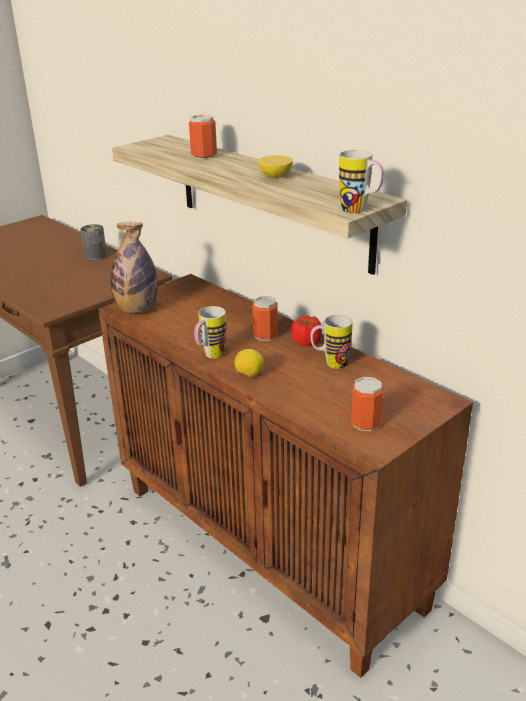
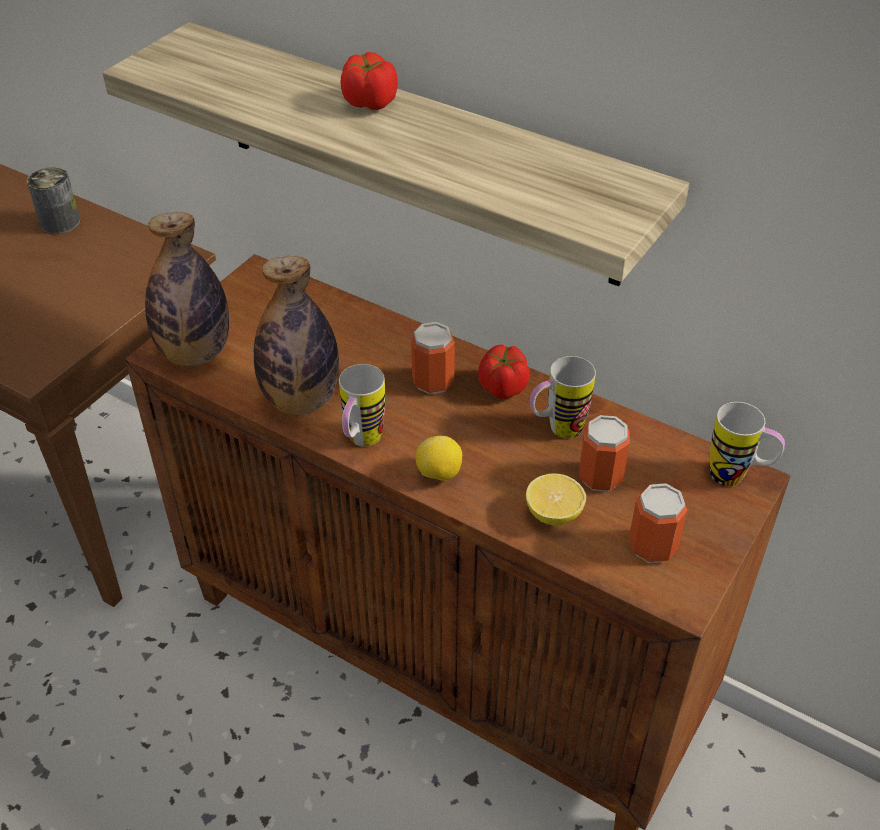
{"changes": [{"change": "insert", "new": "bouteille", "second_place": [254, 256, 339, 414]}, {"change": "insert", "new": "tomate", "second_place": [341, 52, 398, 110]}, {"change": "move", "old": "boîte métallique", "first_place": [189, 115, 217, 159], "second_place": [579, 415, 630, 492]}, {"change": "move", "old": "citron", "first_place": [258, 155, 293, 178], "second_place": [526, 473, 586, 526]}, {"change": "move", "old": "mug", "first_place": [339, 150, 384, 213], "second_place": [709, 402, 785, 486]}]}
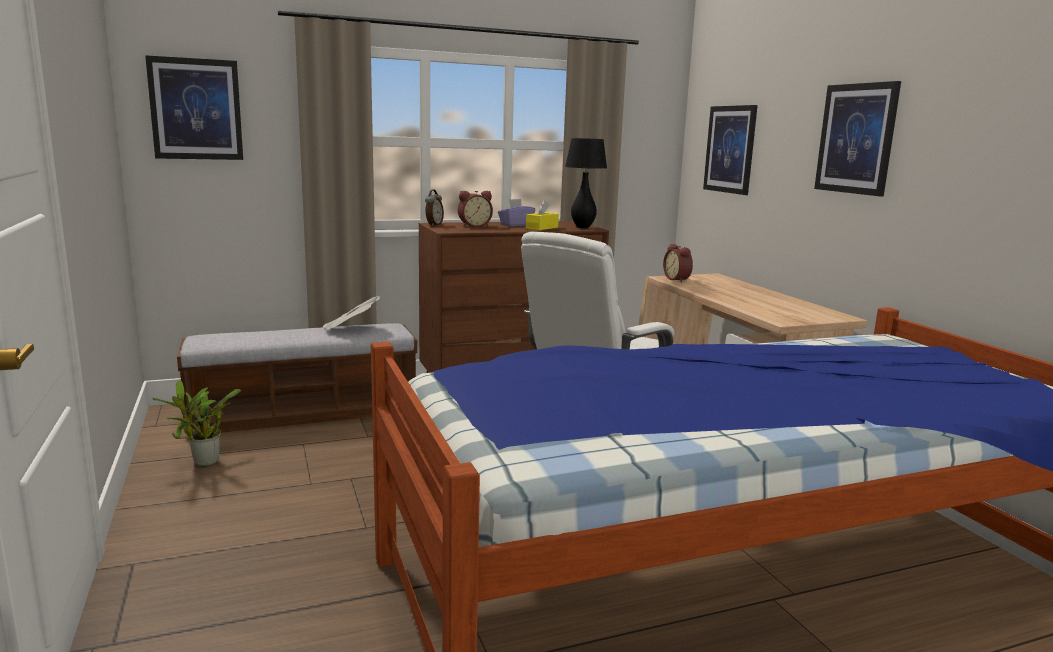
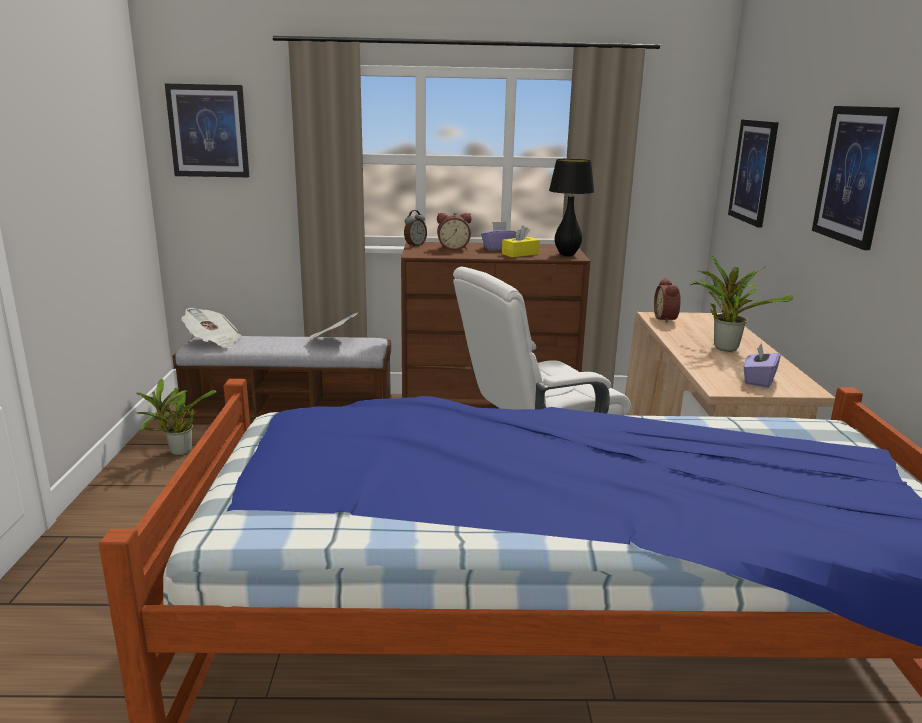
{"changes": [{"change": "insert", "new": "journal", "second_place": [182, 308, 242, 348]}, {"change": "insert", "new": "plante en pot", "second_place": [690, 256, 793, 352]}, {"change": "insert", "new": "boîte à mouchoirs/violet", "second_place": [743, 343, 781, 388]}]}
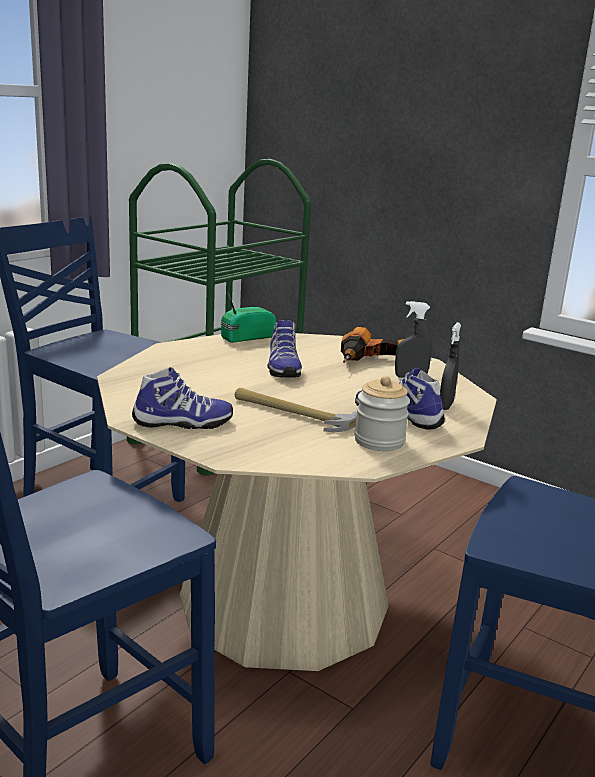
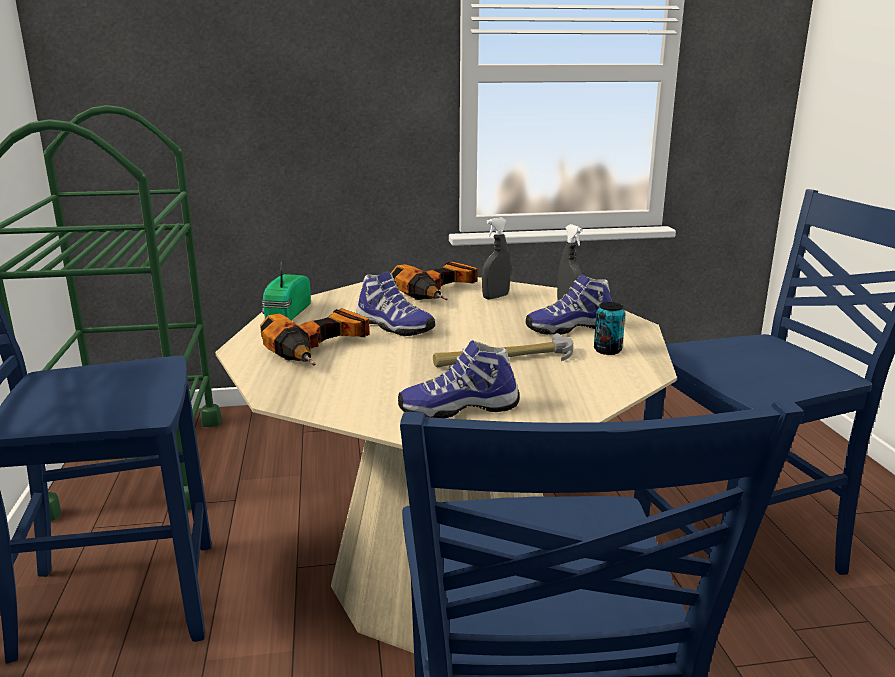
{"changes": [{"change": "insert", "new": "perceuse", "second_place": [260, 308, 370, 365]}, {"change": "replace", "old": "bocal", "new": "boîte métallique", "first_place": [354, 376, 410, 451], "second_place": [594, 302, 625, 355]}, {"change": "rotate", "old": "chaussure", "first_place": [132, 367, 233, 429], "second_place": [398, 340, 520, 418], "degrees": -135}]}
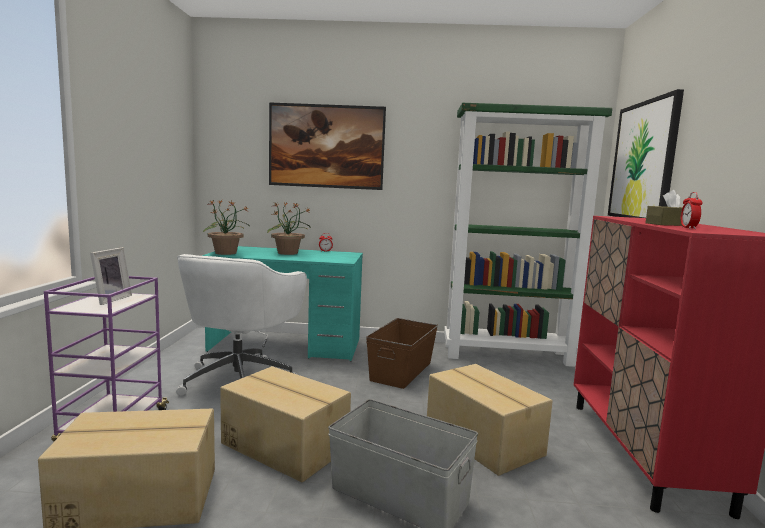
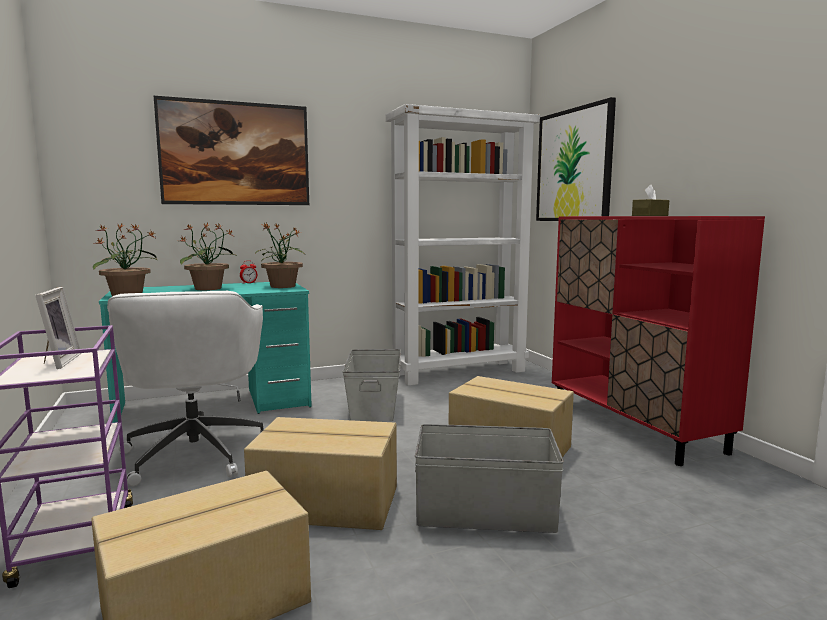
{"changes": [{"change": "delete", "old": "réveil", "first_place": [681, 192, 702, 229]}, {"change": "insert", "new": "plante en pot", "second_place": [255, 223, 306, 288]}, {"change": "recolor", "old": "boîte de rangement/marron", "new": "boîte de rangement/gris", "first_place": [366, 318, 438, 389], "second_place": [342, 349, 401, 422]}, {"change": "recolor", "old": "bibliothèque/vert", "new": "bibliothèque/blanc", "first_place": [444, 103, 612, 367], "second_place": [386, 104, 540, 386]}]}
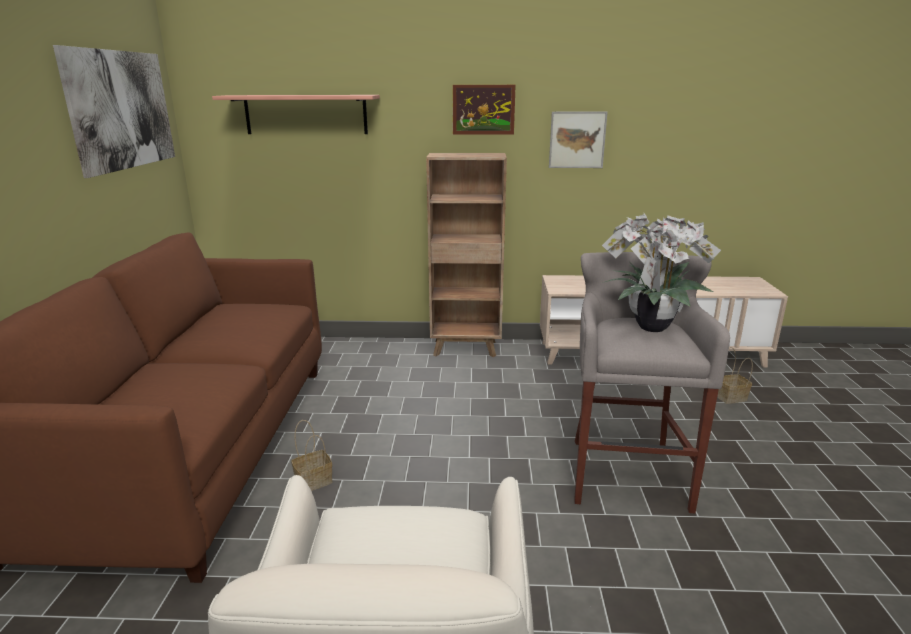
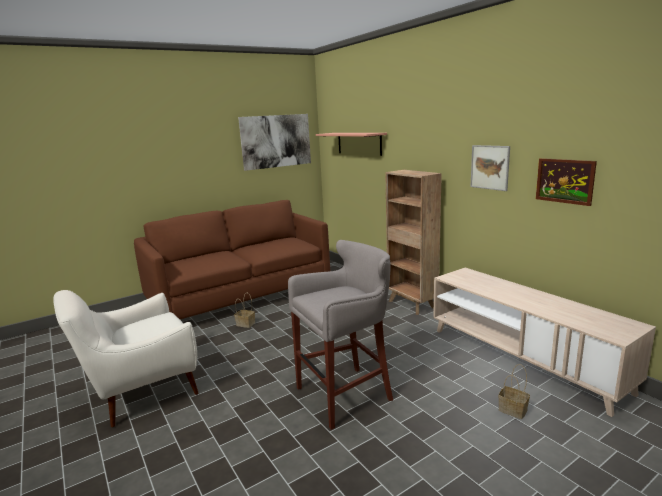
{"changes": [{"change": "delete", "old": "plante en pot", "first_place": [602, 213, 721, 332]}, {"change": "move", "old": "tableau", "first_place": [453, 85, 516, 135], "second_place": [536, 158, 597, 206]}]}
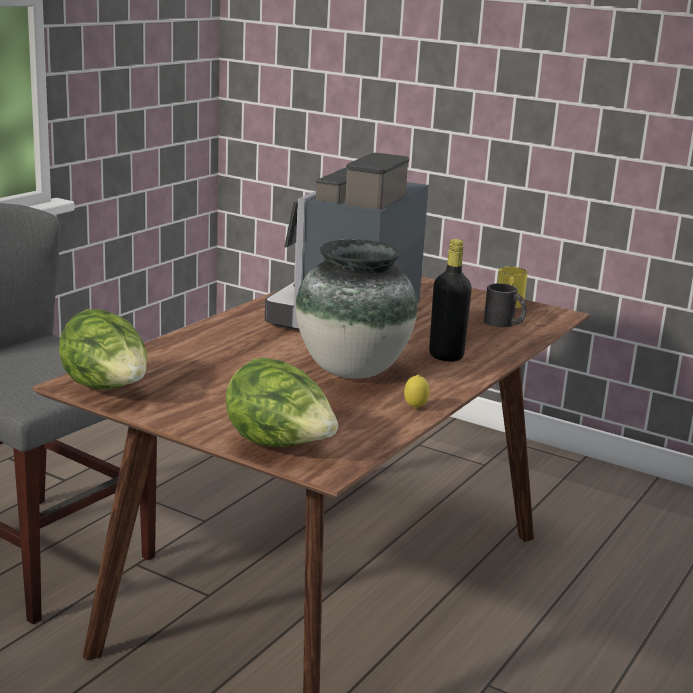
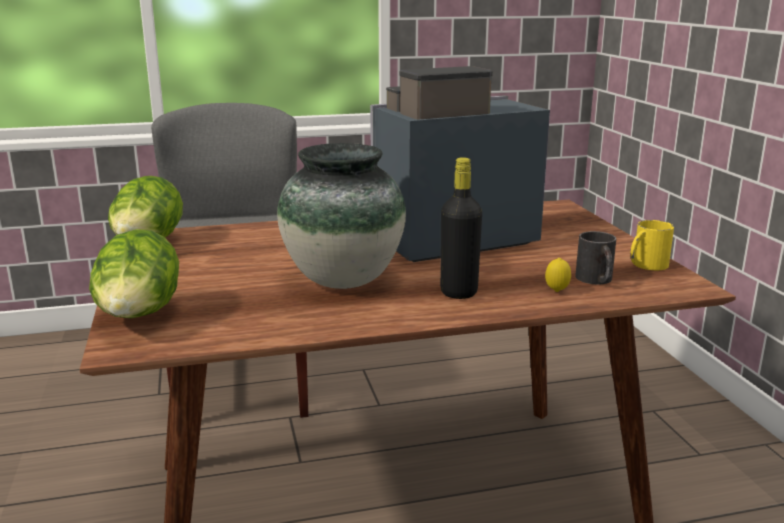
{"changes": [{"change": "move", "old": "citron", "first_place": [404, 375, 429, 409], "second_place": [545, 258, 571, 292]}]}
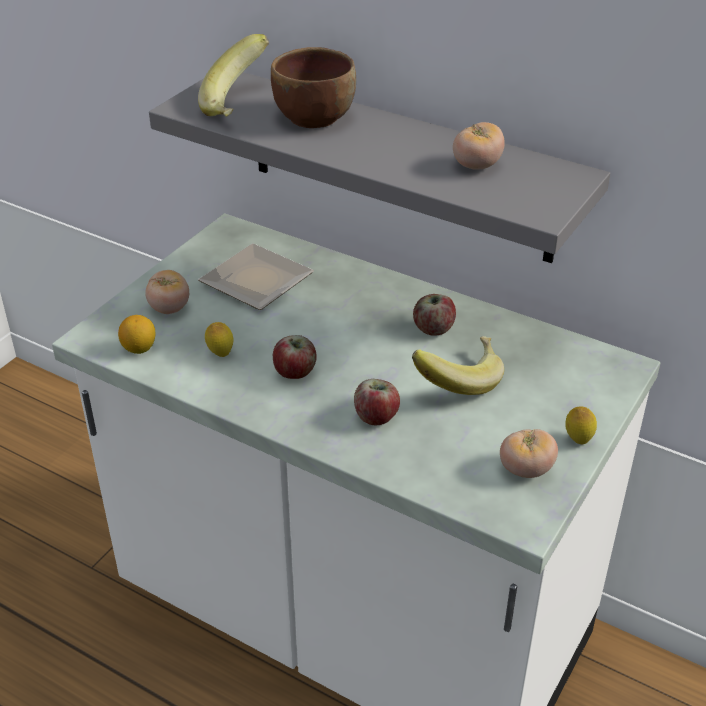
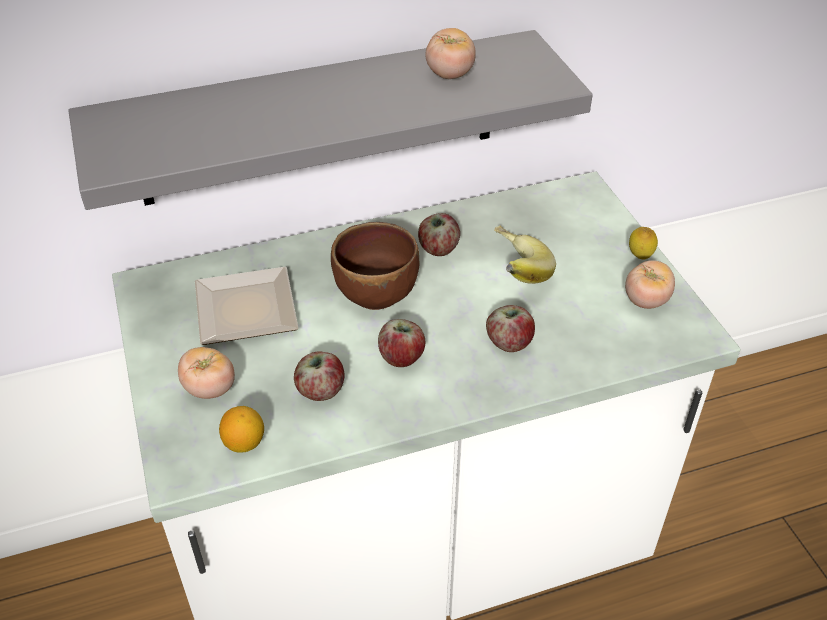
{"changes": [{"change": "delete", "old": "banane", "first_place": [198, 34, 269, 117]}, {"change": "move", "old": "bol/marron", "first_place": [271, 47, 356, 128], "second_place": [331, 222, 419, 310]}, {"change": "replace", "old": "citron", "new": "pomme", "first_place": [205, 322, 233, 357], "second_place": [294, 352, 344, 401]}]}
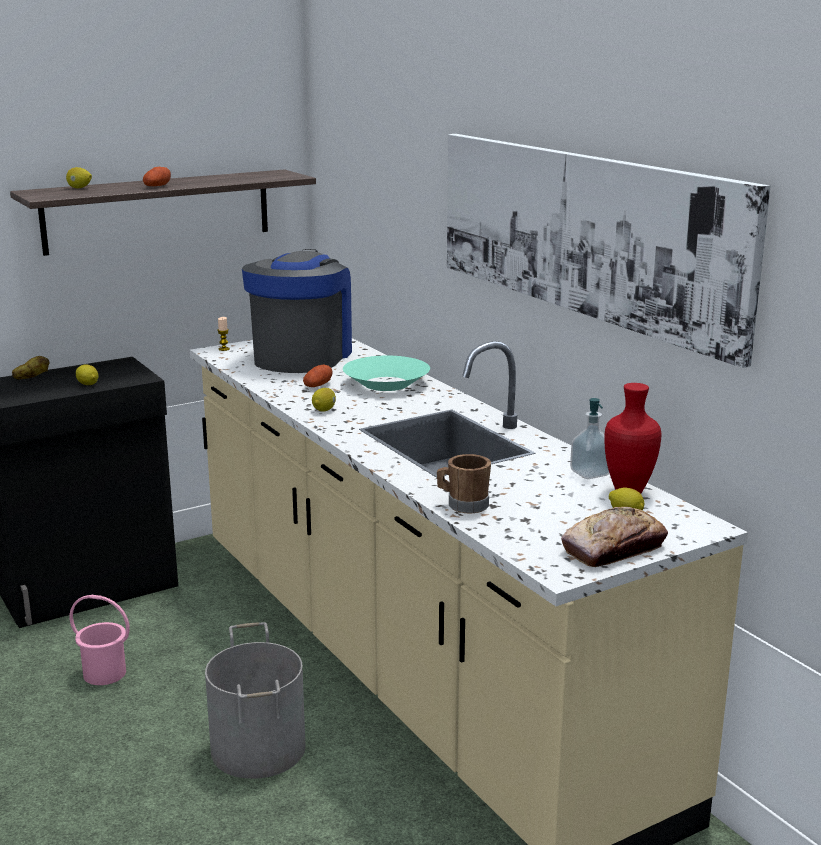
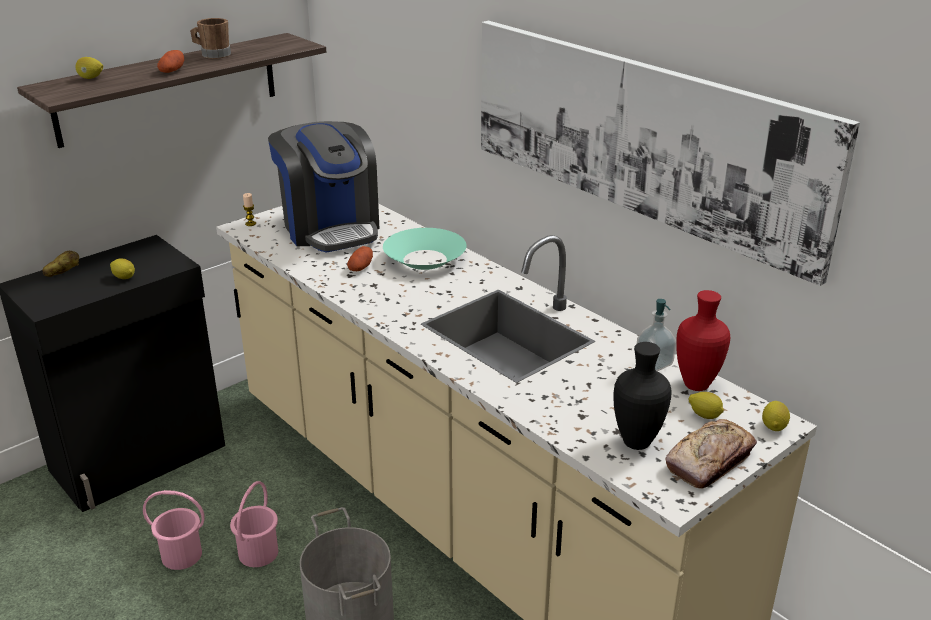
{"changes": [{"change": "insert", "new": "seau/rose", "second_place": [230, 481, 278, 567]}, {"change": "insert", "new": "vase/noir", "second_place": [613, 342, 671, 450]}, {"change": "move", "old": "citron", "first_place": [312, 388, 336, 411], "second_place": [762, 401, 790, 431]}, {"change": "move", "old": "mug/marron", "first_place": [437, 454, 491, 513], "second_place": [190, 18, 231, 59]}, {"change": "rotate", "old": "machine à café", "first_place": [242, 249, 352, 373], "second_place": [268, 121, 380, 253], "degrees": 150}]}
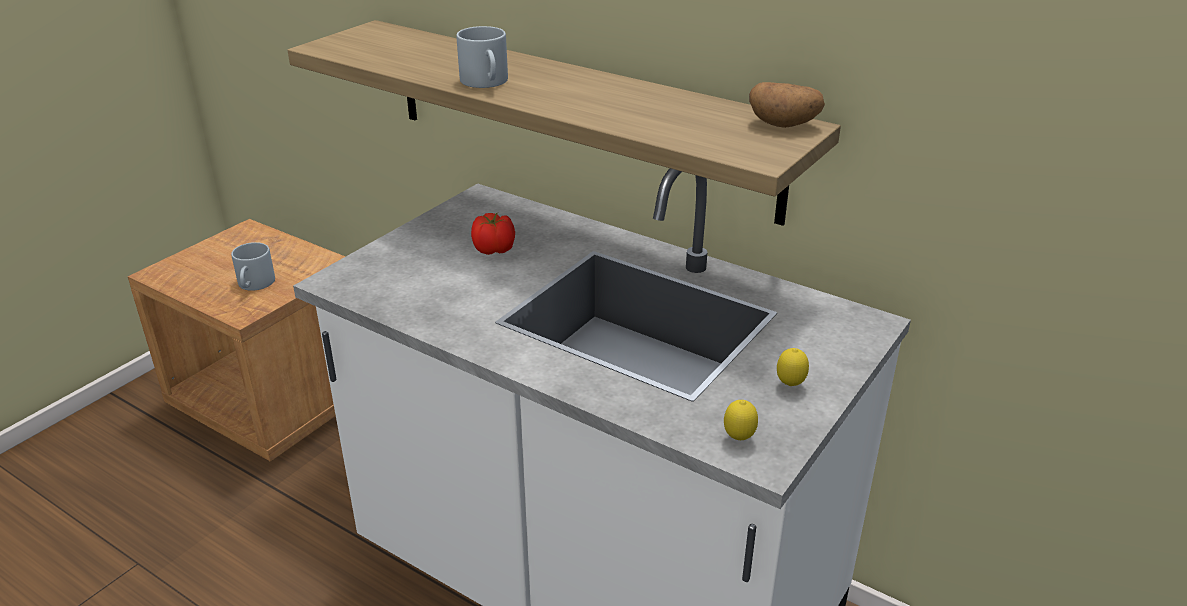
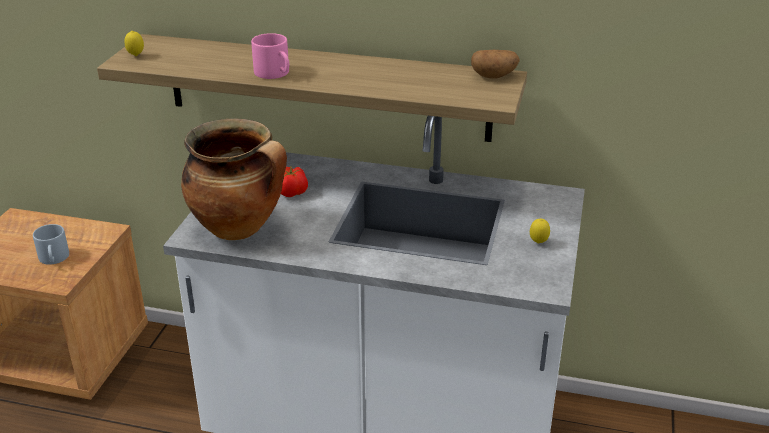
{"changes": [{"change": "insert", "new": "marmite", "second_place": [181, 119, 287, 240]}, {"change": "move", "old": "citron", "first_place": [724, 400, 758, 440], "second_place": [125, 31, 144, 56]}, {"change": "recolor", "old": "mug/gris", "new": "mug/rose", "first_place": [456, 26, 508, 88], "second_place": [251, 33, 289, 79]}]}
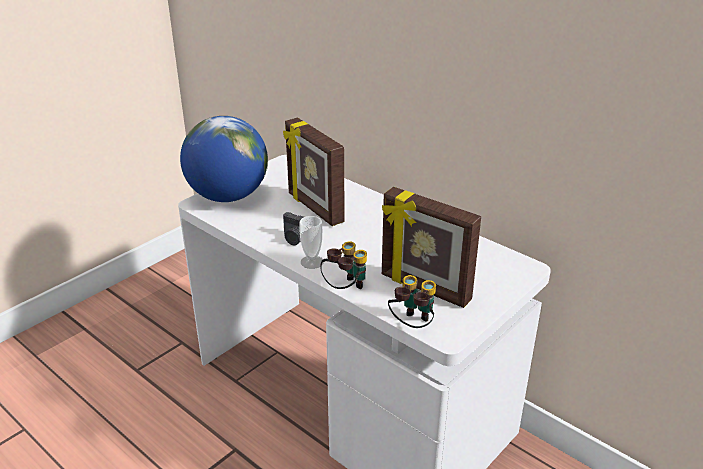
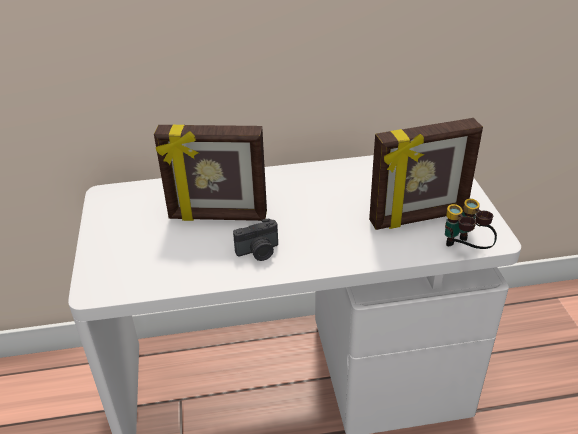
{"changes": [{"change": "delete", "old": "globe", "first_place": [180, 116, 268, 202]}, {"change": "delete", "old": "tasse", "first_place": [300, 216, 324, 269]}, {"change": "delete", "old": "jumelles", "first_place": [321, 241, 367, 289]}]}
